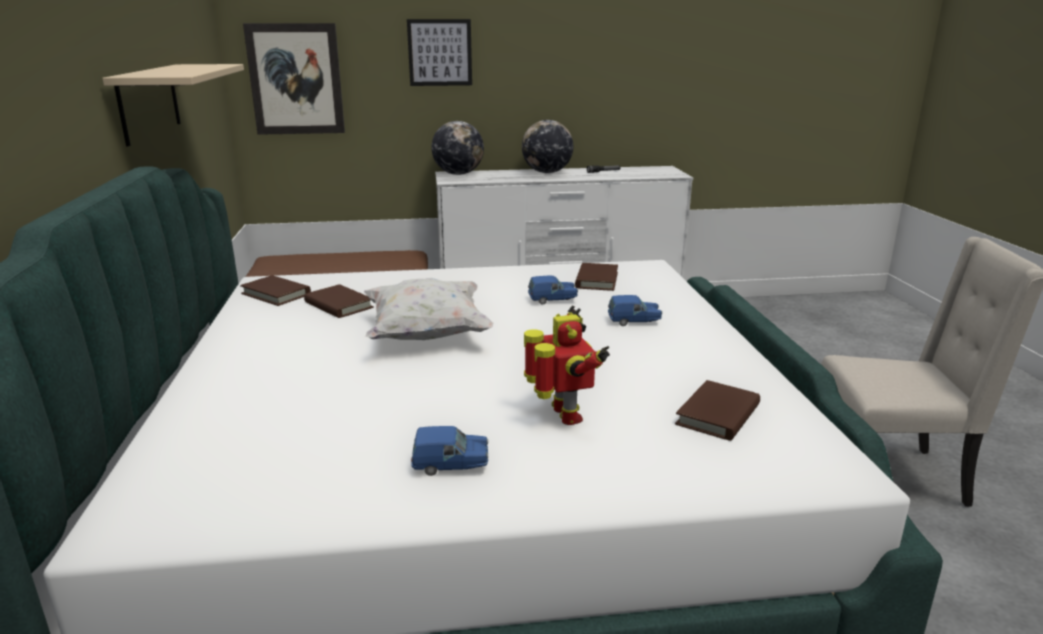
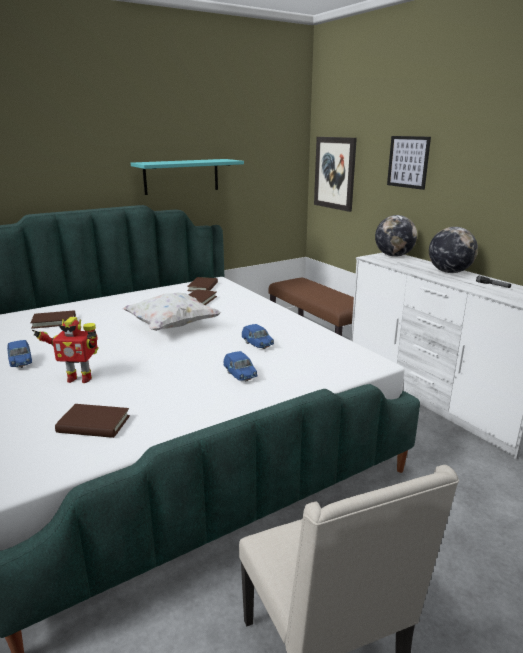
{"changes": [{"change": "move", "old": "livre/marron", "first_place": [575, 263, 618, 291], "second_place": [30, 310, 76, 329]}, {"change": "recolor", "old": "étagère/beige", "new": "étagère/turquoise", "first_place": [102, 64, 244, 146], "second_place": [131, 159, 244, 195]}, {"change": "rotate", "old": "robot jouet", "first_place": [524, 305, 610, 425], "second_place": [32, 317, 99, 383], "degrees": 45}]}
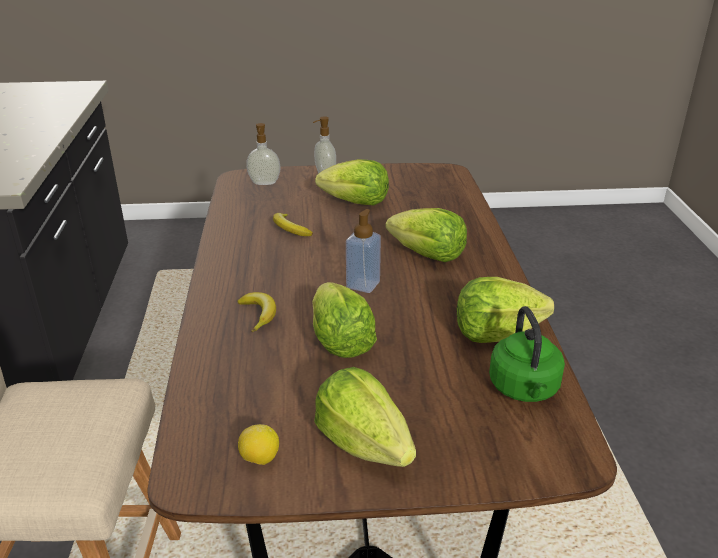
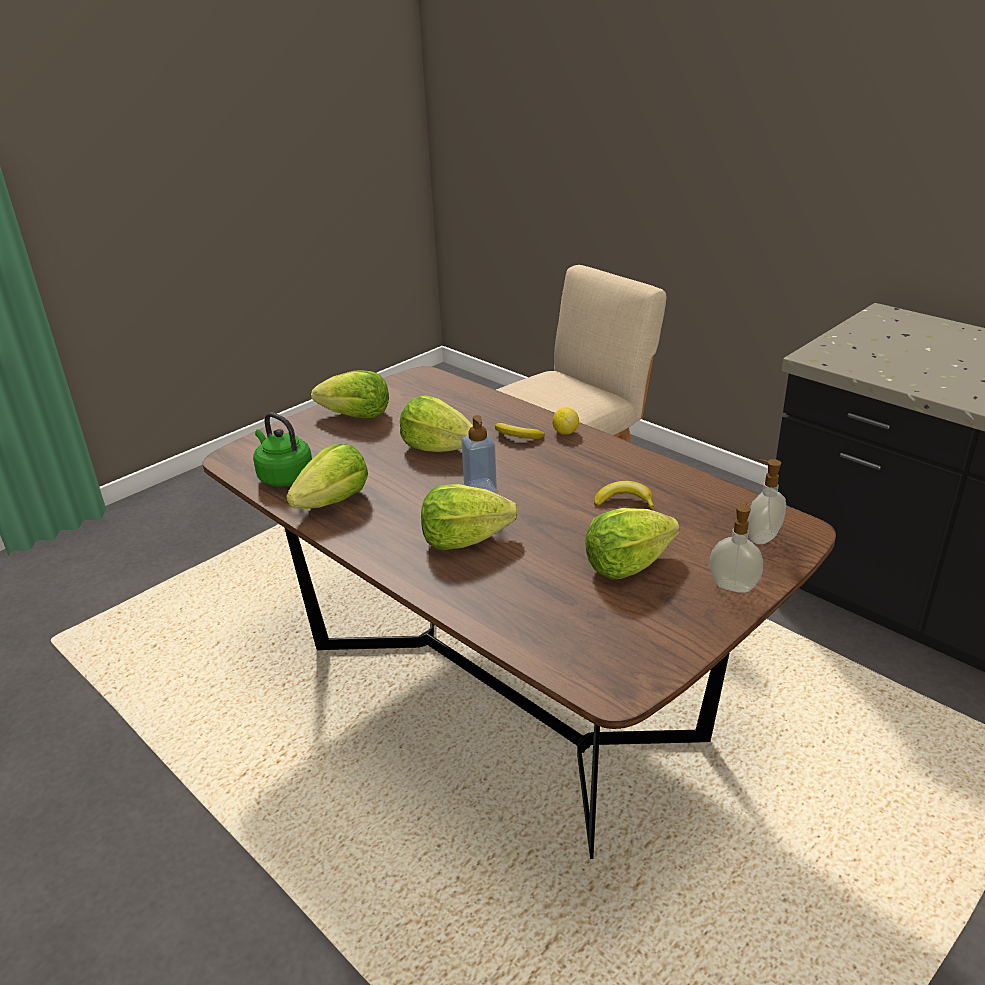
{"changes": [{"change": "move", "old": "citron", "first_place": [238, 424, 279, 465], "second_place": [552, 407, 579, 434]}]}
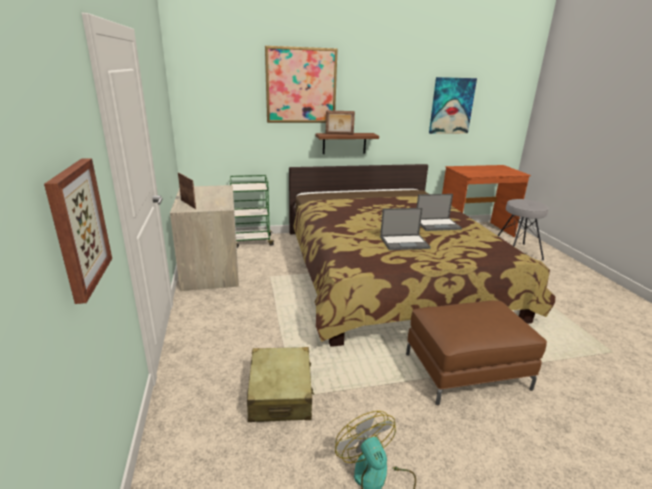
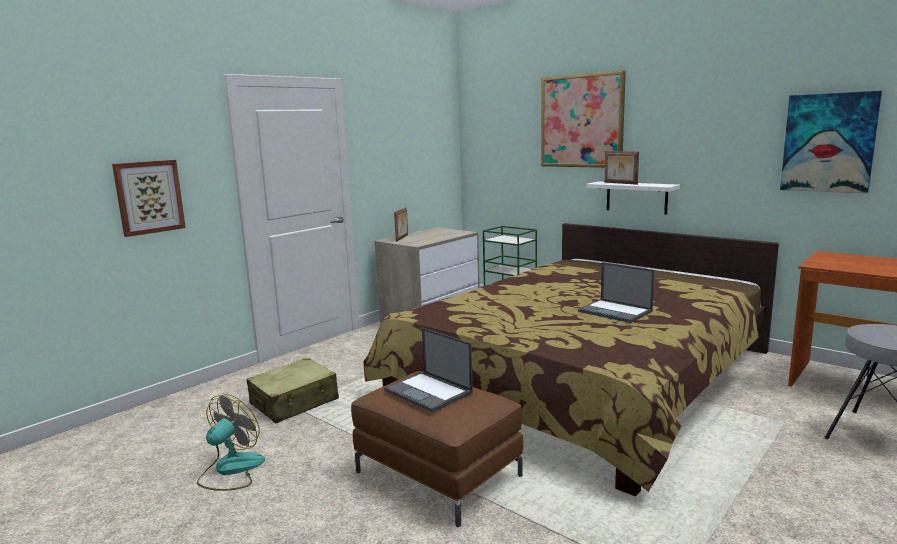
{"changes": [{"change": "move", "old": "ordinateur portable", "first_place": [380, 208, 431, 250], "second_place": [384, 328, 473, 412]}, {"change": "recolor", "old": "étagère/marron", "new": "étagère/blanc", "first_place": [316, 133, 379, 154], "second_place": [586, 182, 680, 214]}]}
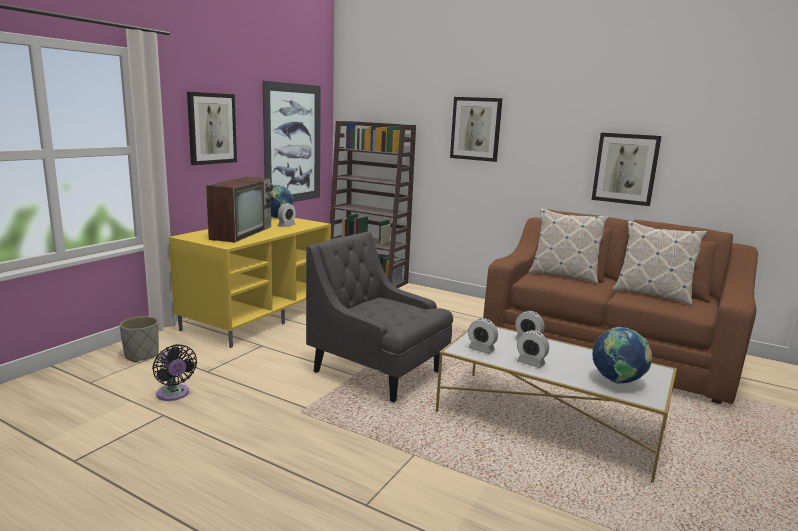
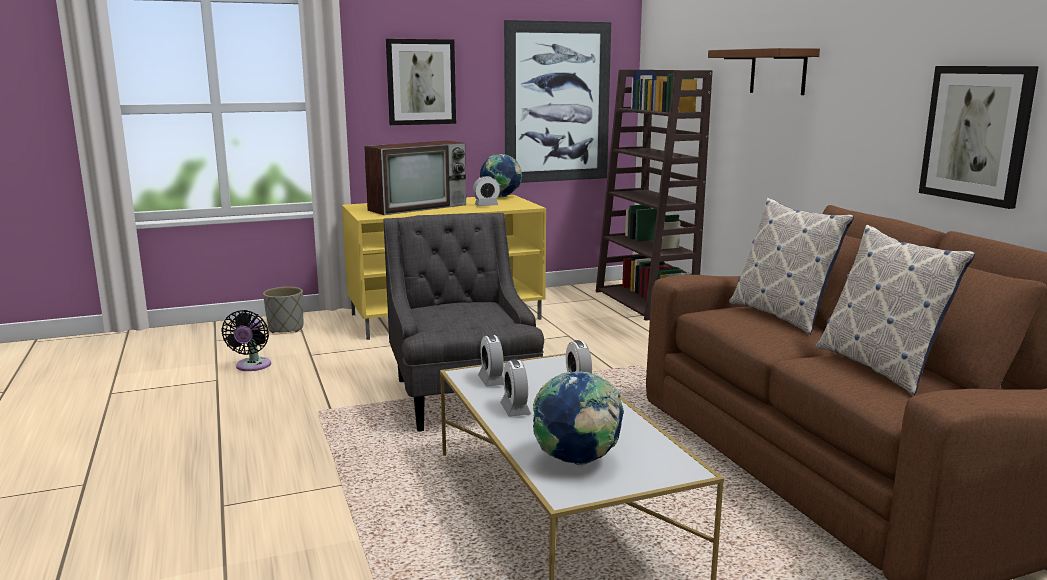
{"changes": [{"change": "replace", "old": "tableau", "new": "étagère/marron", "first_place": [450, 97, 503, 162], "second_place": [708, 48, 820, 95]}]}
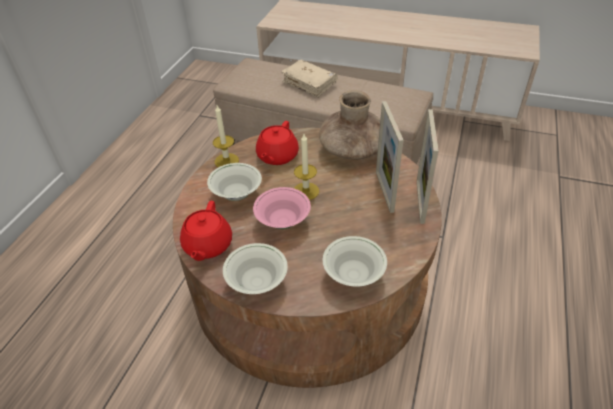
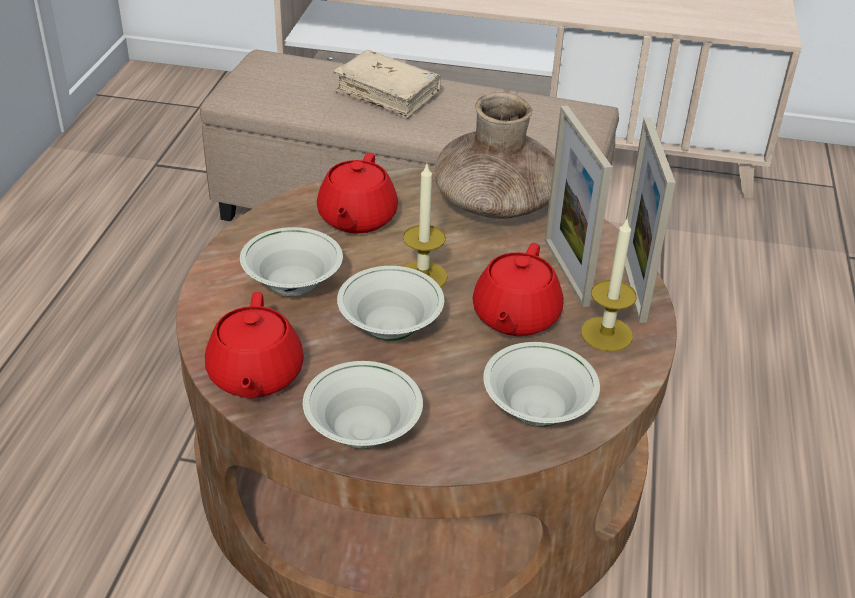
{"changes": [{"change": "insert", "new": "théière/rouge", "second_place": [472, 243, 564, 336]}, {"change": "move", "old": "bougie", "first_place": [213, 105, 239, 167], "second_place": [581, 217, 637, 352]}, {"change": "recolor", "old": "bol/rose", "new": "bol/blanc", "first_place": [253, 187, 311, 229], "second_place": [337, 266, 444, 341]}]}
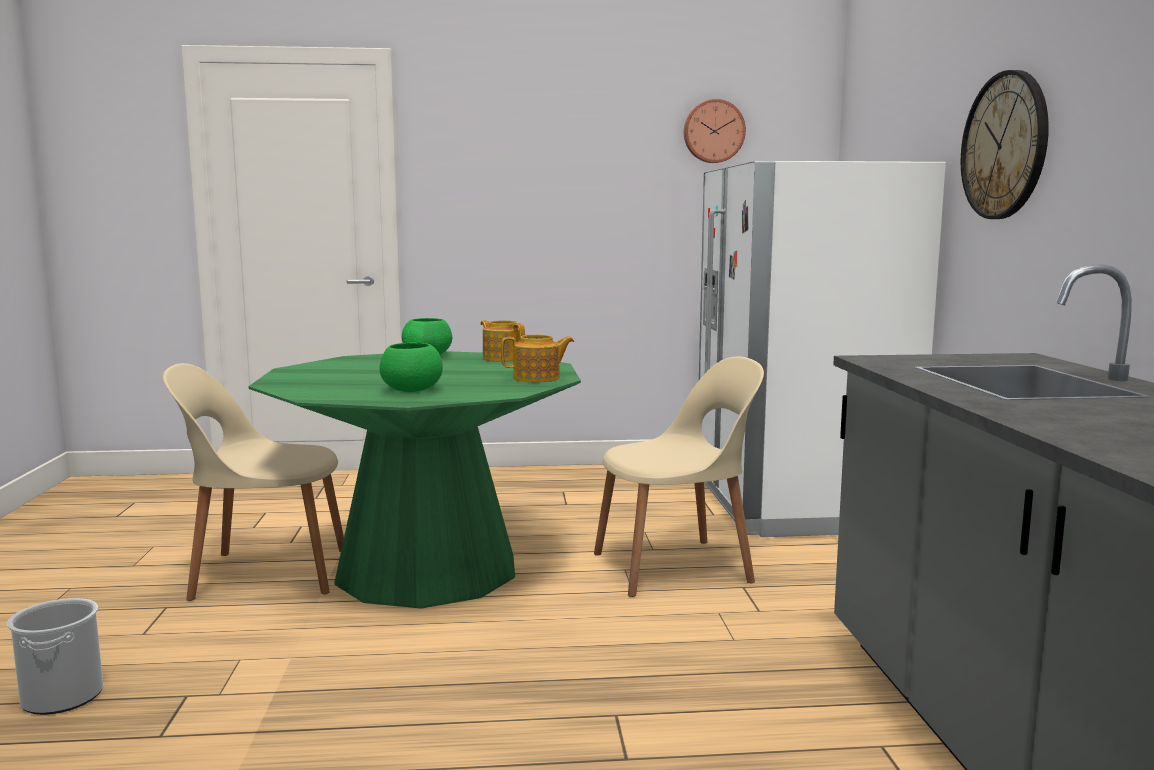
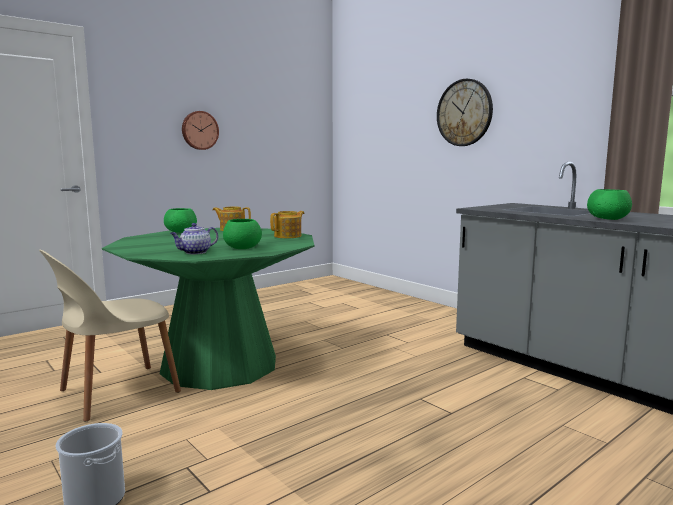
{"changes": [{"change": "delete", "old": "chaise/beige", "first_place": [594, 357, 764, 597]}, {"change": "delete", "old": "réfrigérateur/blanc", "first_place": [699, 161, 946, 537]}, {"change": "insert", "new": "théière", "second_place": [170, 223, 218, 254]}, {"change": "insert", "new": "bol/vert", "second_place": [587, 189, 632, 220]}, {"change": "move", "old": "horloge murale", "first_place": [684, 99, 746, 163], "second_place": [182, 111, 219, 150]}]}
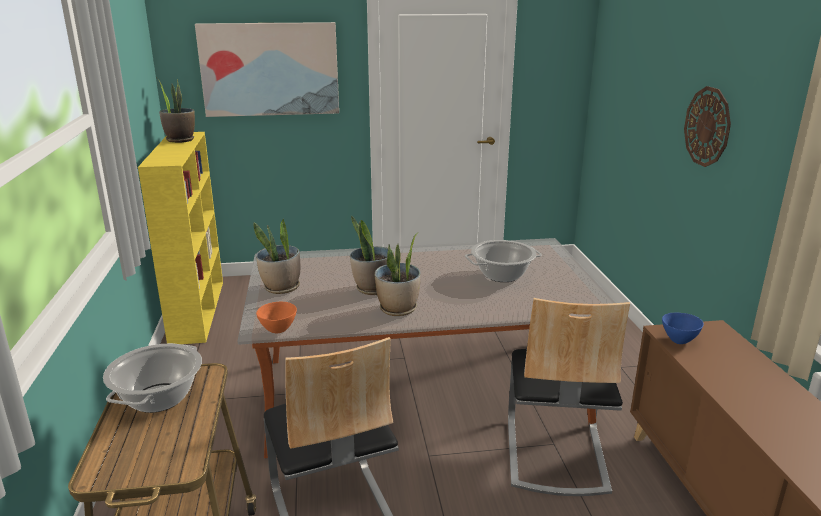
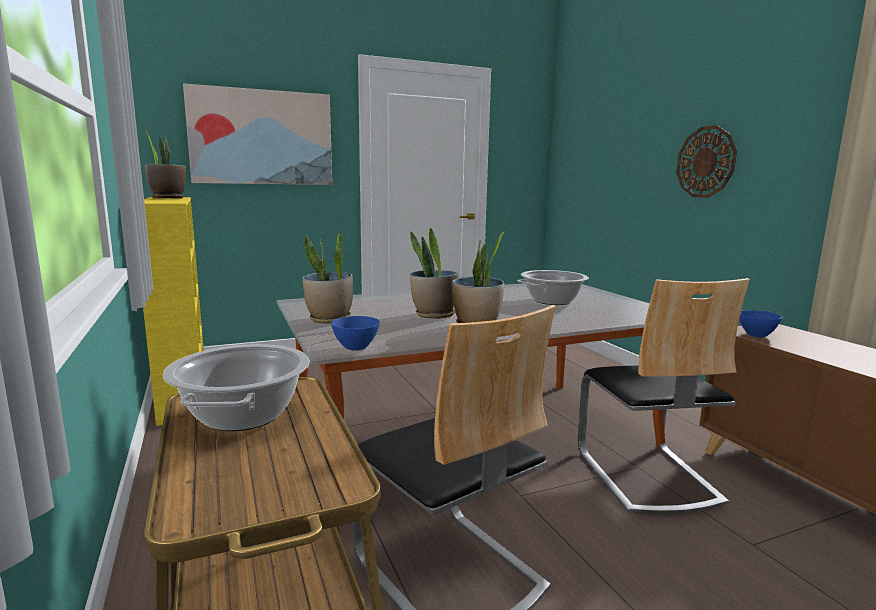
{"changes": [{"change": "recolor", "old": "bol/orange", "new": "bol/bleu", "first_place": [256, 302, 297, 333], "second_place": [331, 316, 380, 351]}]}
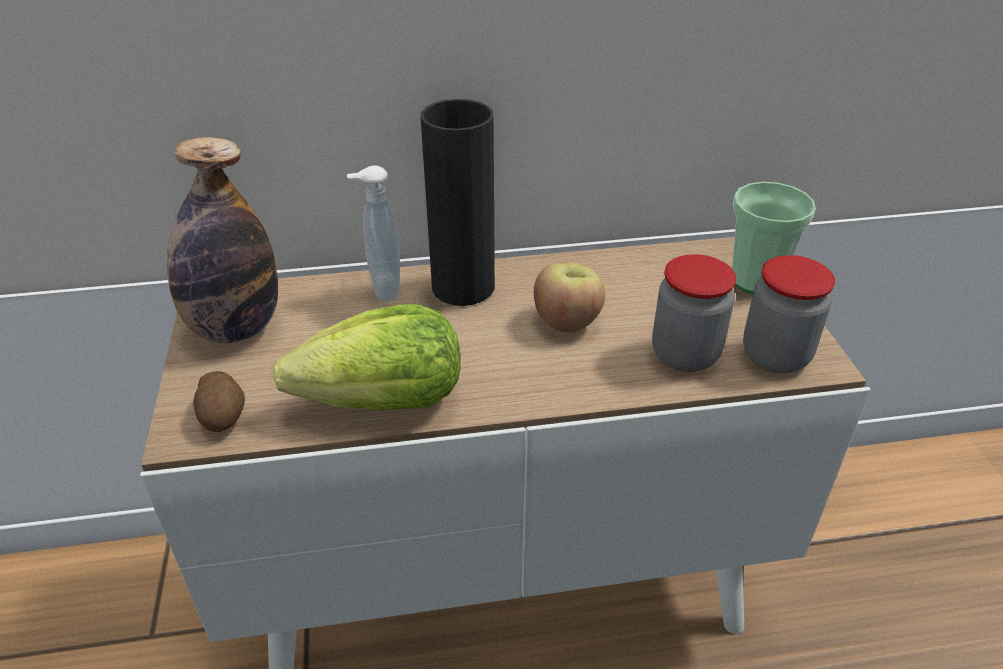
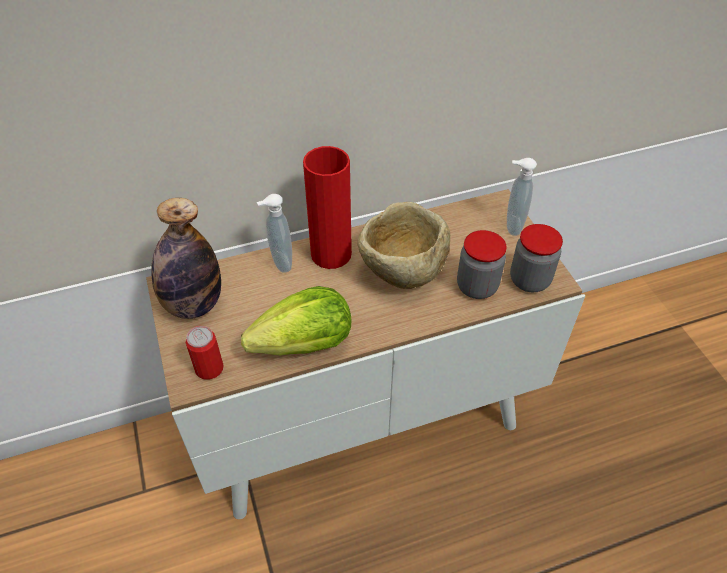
{"changes": [{"change": "replace", "old": "pomme de terre", "new": "boîte métallique", "first_place": [193, 371, 245, 432], "second_place": [186, 326, 224, 380]}, {"change": "replace", "old": "pomme", "new": "bol/beige", "first_place": [534, 262, 605, 333], "second_place": [358, 202, 450, 289]}, {"change": "replace", "old": "tasse", "new": "distributeur de savon", "first_place": [732, 182, 816, 294], "second_place": [507, 158, 537, 236]}, {"change": "recolor", "old": "vase/noir", "new": "vase/rouge", "first_place": [421, 99, 495, 306], "second_place": [303, 146, 352, 269]}]}
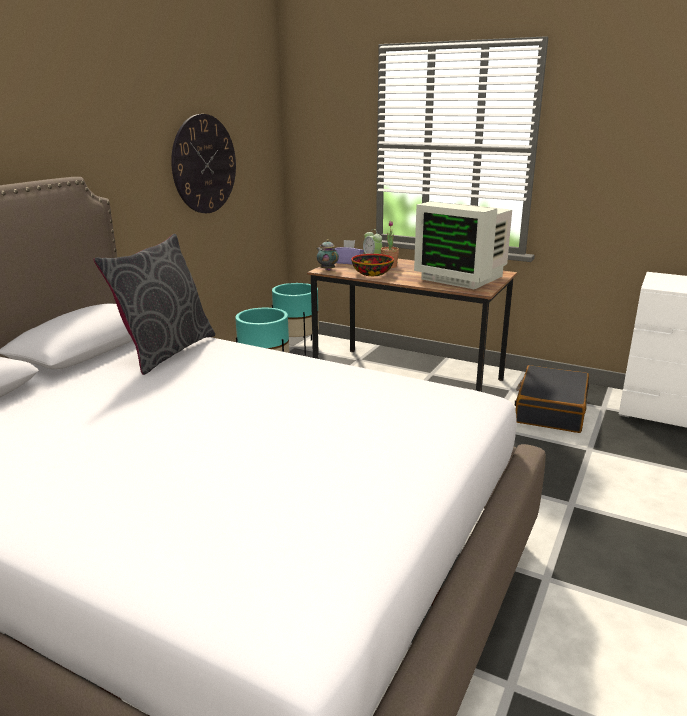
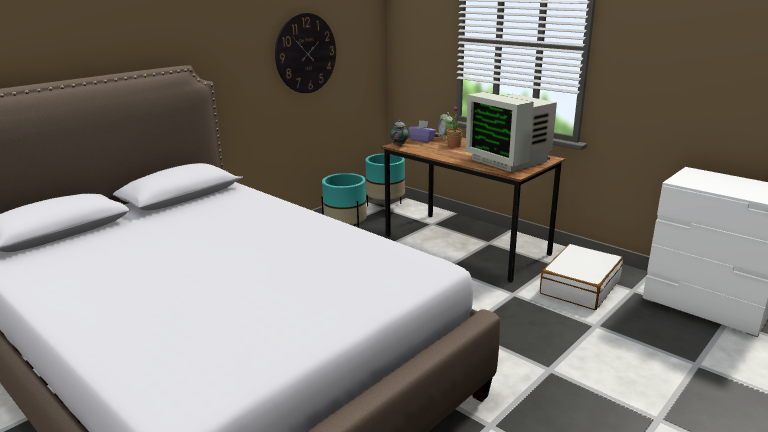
{"changes": [{"change": "delete", "old": "coussin/gris", "first_place": [94, 234, 215, 375]}, {"change": "delete", "old": "bol", "first_place": [351, 254, 394, 276]}, {"change": "recolor", "old": "valise/noir", "new": "valise/blanc", "first_place": [515, 365, 589, 433], "second_place": [540, 244, 623, 310]}]}
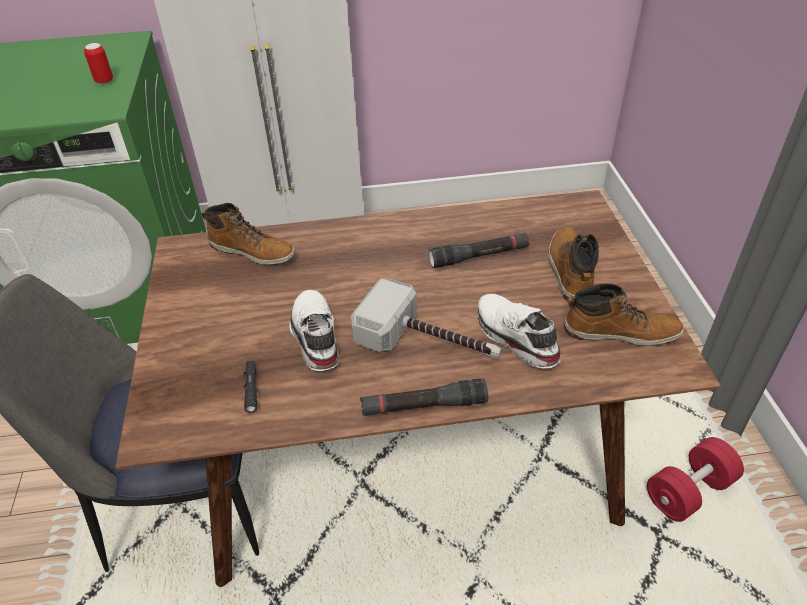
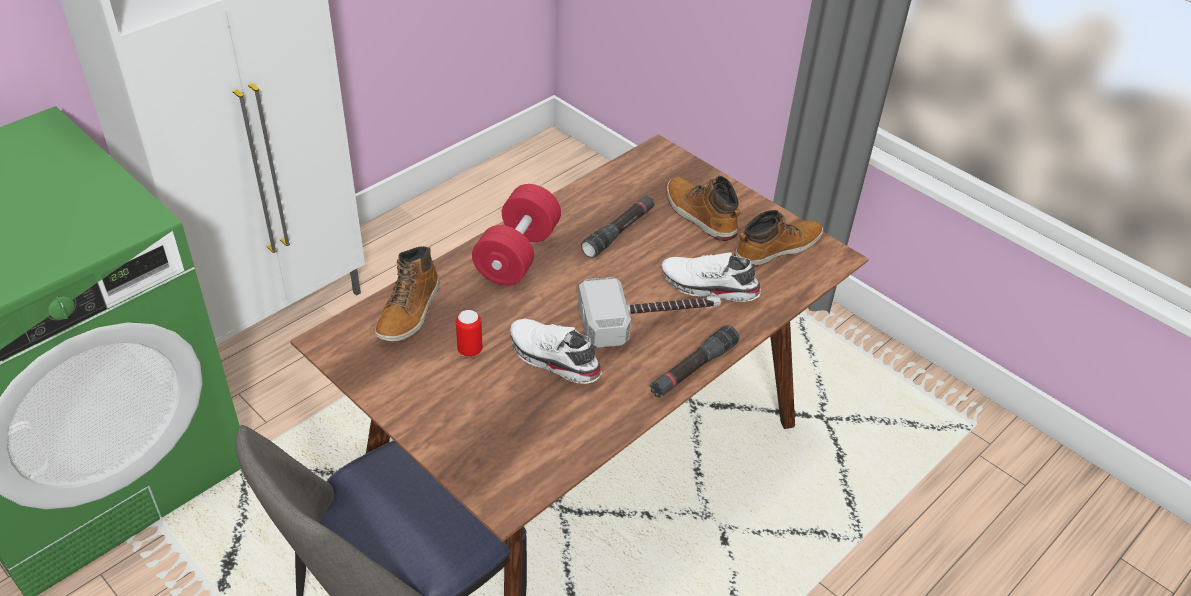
{"changes": [{"change": "delete", "old": "lampe de poche/noir", "first_place": [243, 360, 257, 413]}, {"change": "move", "old": "boîte métallique", "first_place": [84, 43, 113, 84], "second_place": [456, 310, 482, 357]}, {"change": "move", "old": "haltère/rouge", "first_place": [647, 437, 744, 522], "second_place": [472, 184, 561, 286]}, {"change": "rotate", "old": "botte", "first_place": [202, 203, 295, 265], "second_place": [375, 246, 439, 342], "degrees": 120}]}
